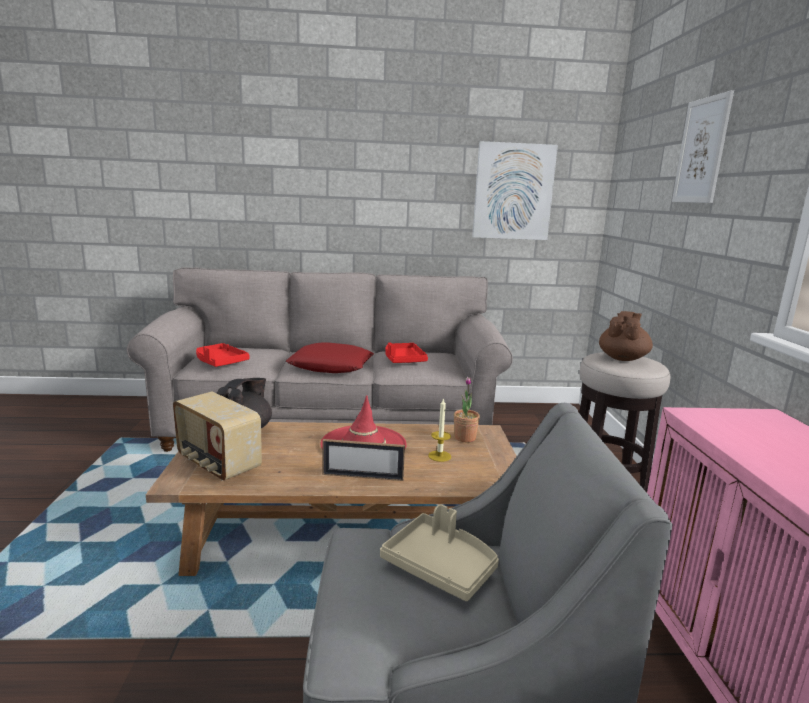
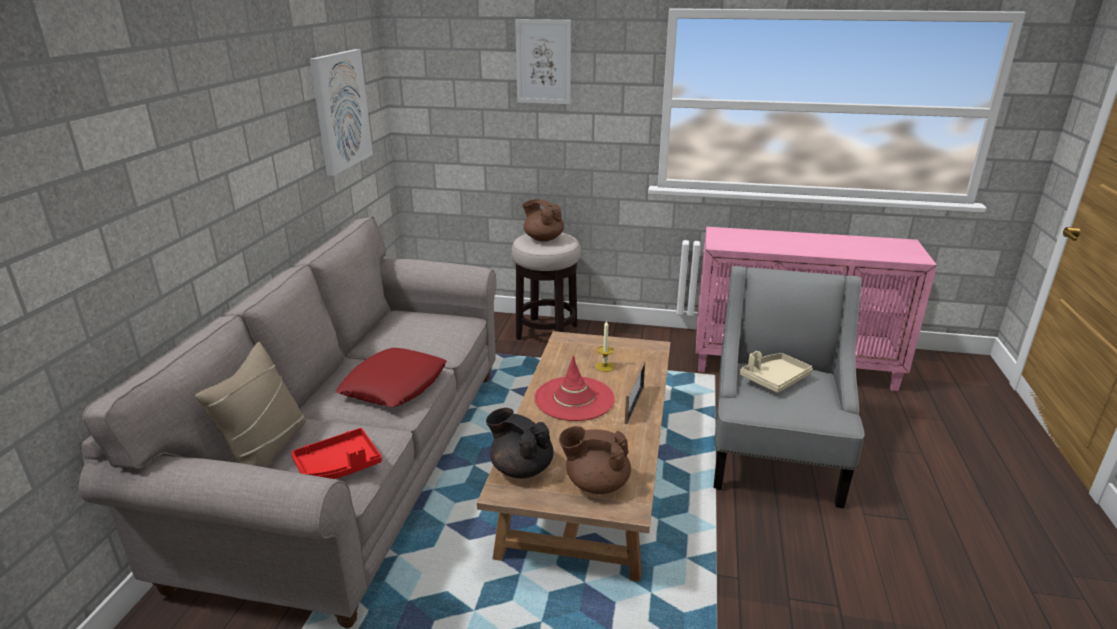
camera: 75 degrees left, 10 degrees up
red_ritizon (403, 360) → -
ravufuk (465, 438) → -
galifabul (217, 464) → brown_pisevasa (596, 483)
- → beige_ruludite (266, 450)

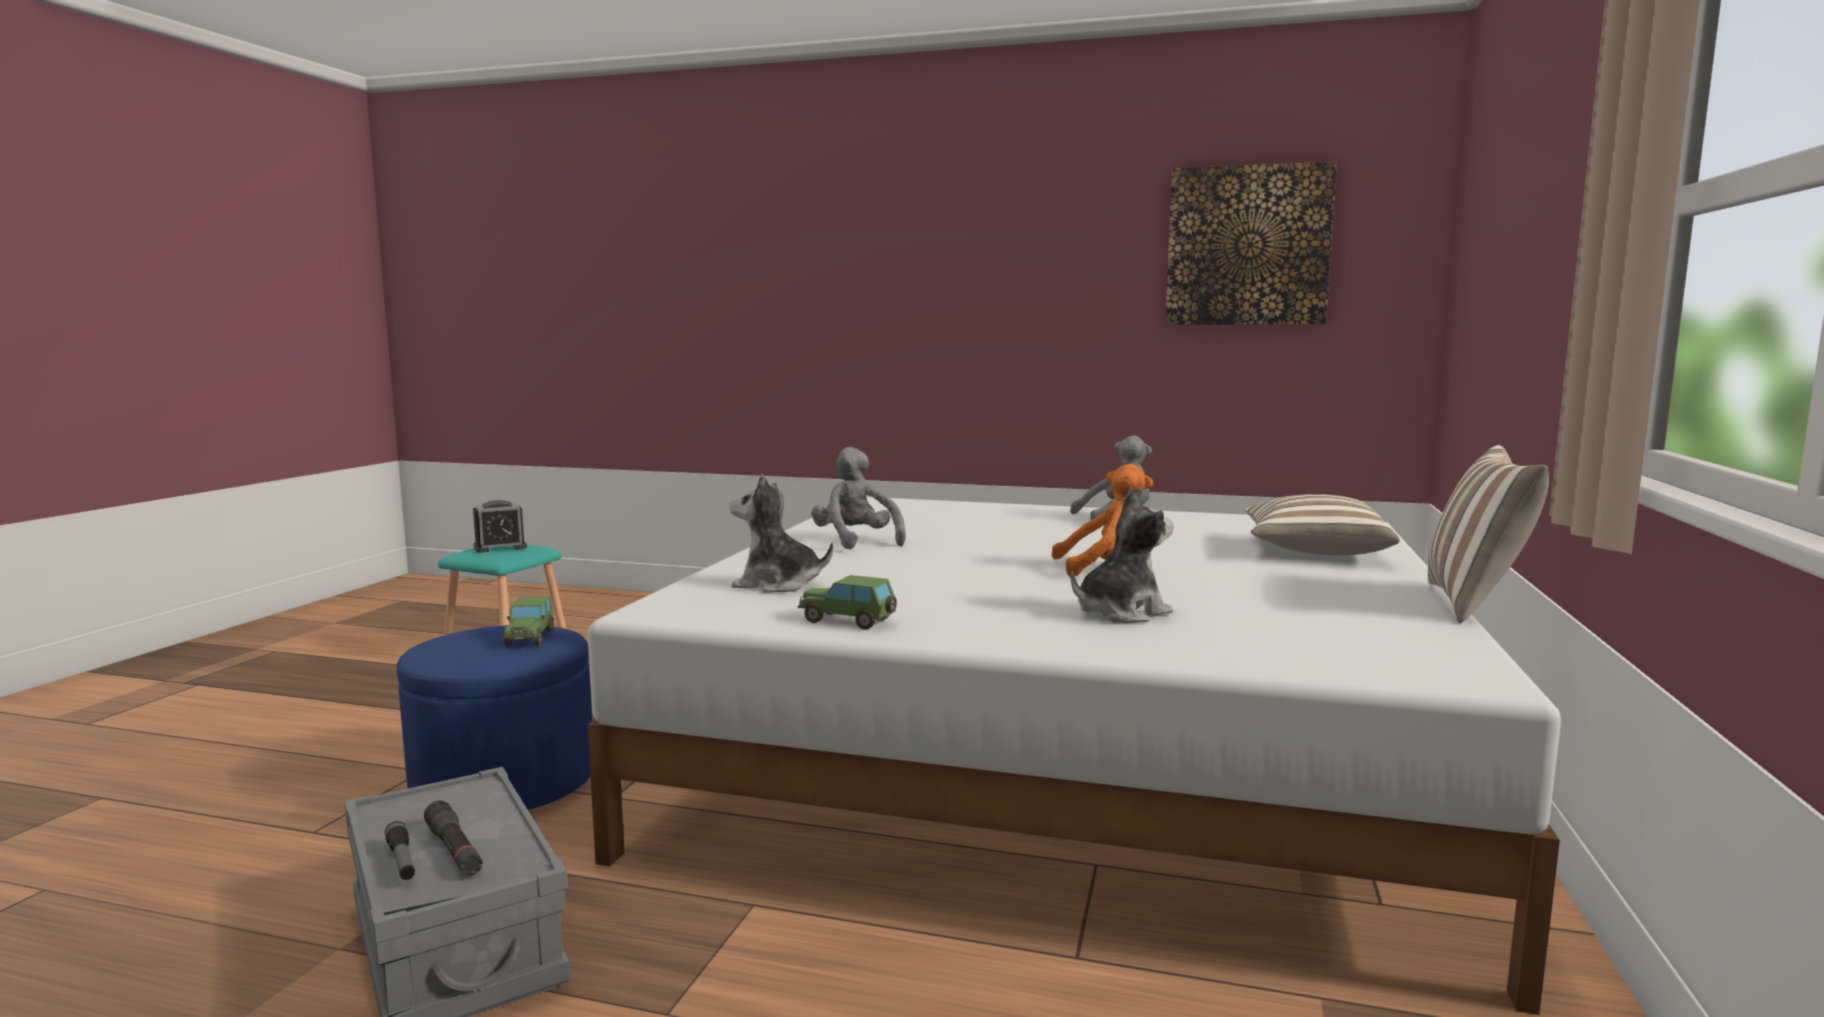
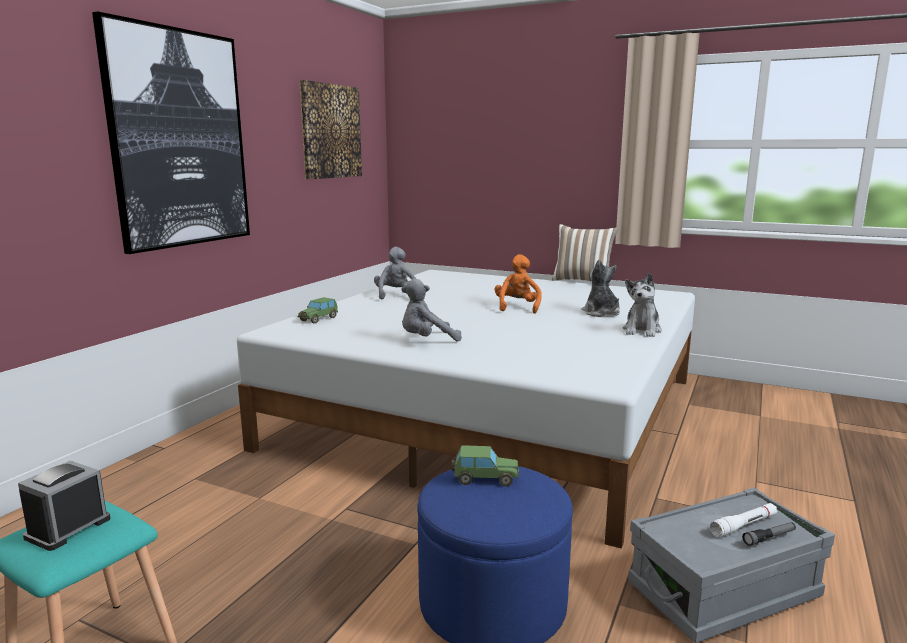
camera: 80 degrees left, 5 degrees up
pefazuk (777, 584) → pefazuk (642, 330), moved
ruludite (1314, 551) → -
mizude (500, 547) → mizude (68, 528), 135 degrees counterclockwise
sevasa (848, 621) → sevasa (319, 319), moved
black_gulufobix (454, 850) → white_gulufobix (744, 525)
- → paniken (179, 139)

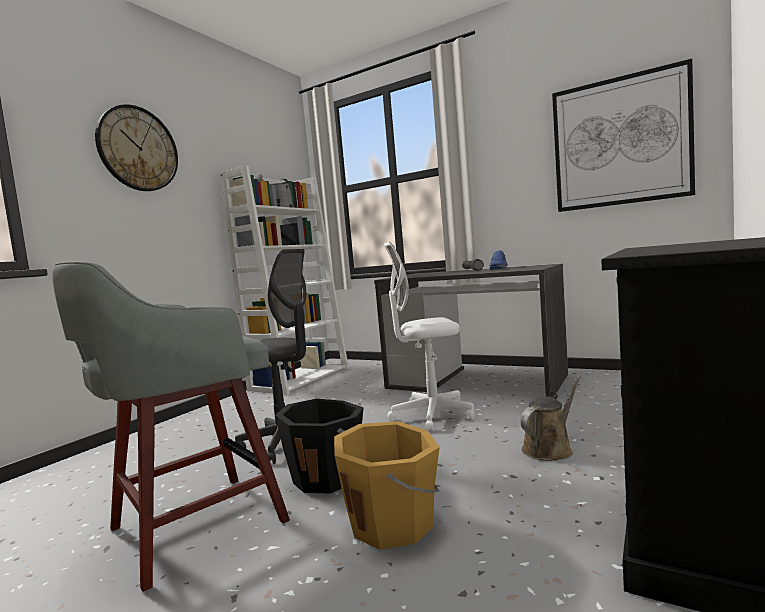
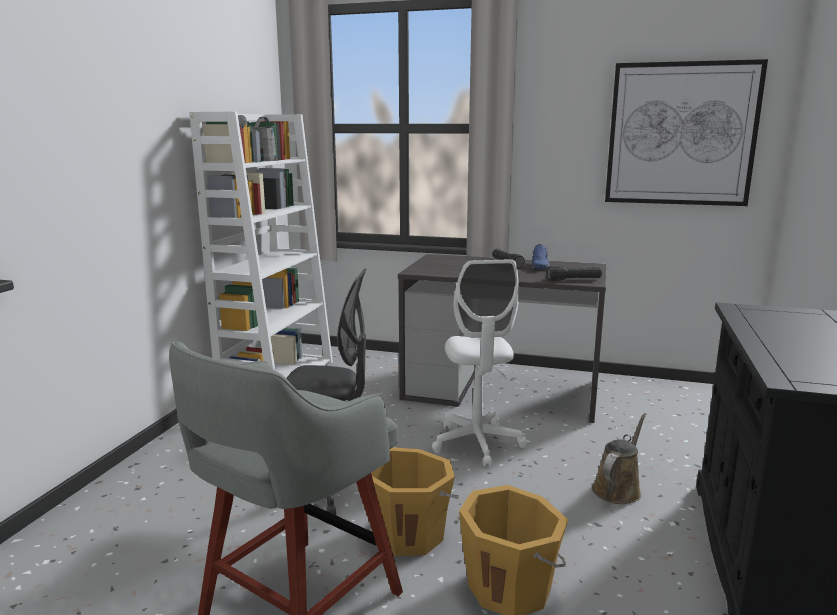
camera: 15 degrees left, 10 degrees up
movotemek (138, 149) → -
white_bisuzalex (431, 415) → white_bisuzalex (477, 443), 75 degrees counterclockwise
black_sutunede (328, 477) → orange_sutunede (409, 533)
- → black_gulufobix (573, 280)

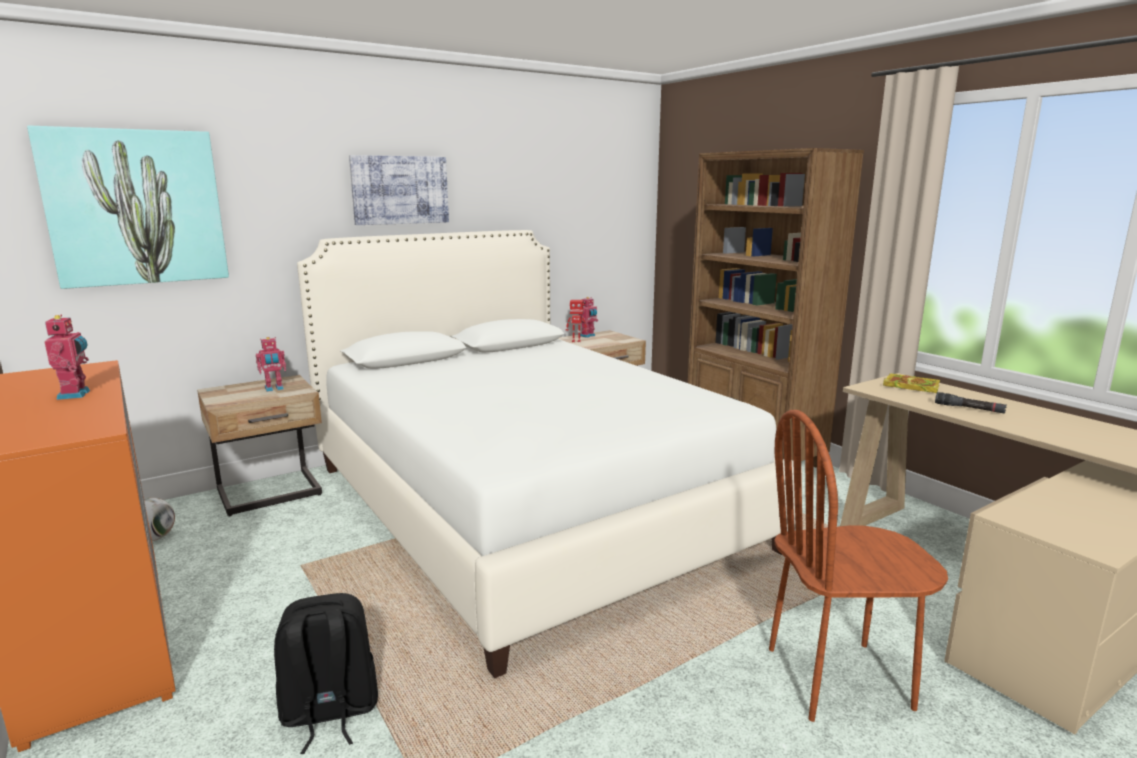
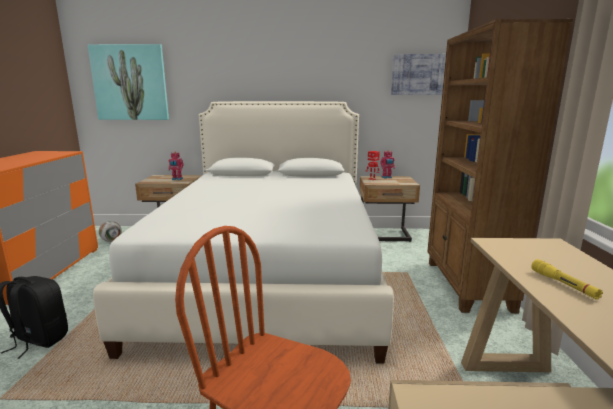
camera: 35 degrees right, 0 degrees up
paniken (400, 190) → paniken (421, 74), moved
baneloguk (76, 395) → -
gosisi (910, 386) → -
black_gulufobix (969, 408) → yellow_gulufobix (563, 284)

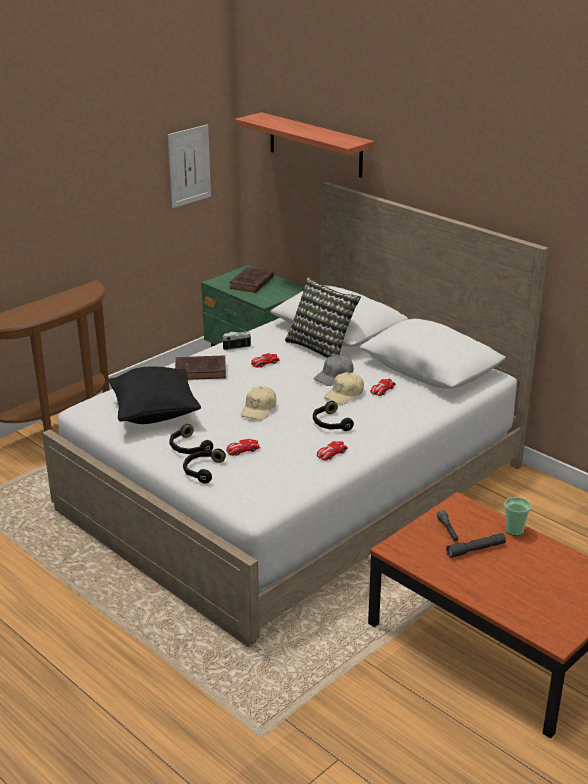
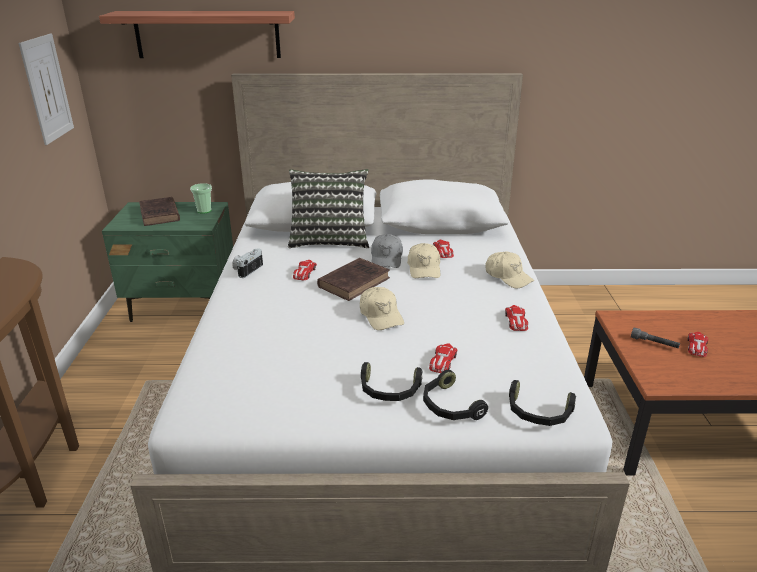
camera: 45 degrees left, 0 degrees up
brown_gosisi (202, 371) → brown_gosisi (355, 282), moved
black_ruludite (155, 414) → -
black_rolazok (330, 423) → black_rolazok (538, 413), moved
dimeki (514, 531) → dimeki (204, 210), moved
grey_gulufobix (475, 549) → sevasa (696, 347)
- → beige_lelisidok (508, 277)

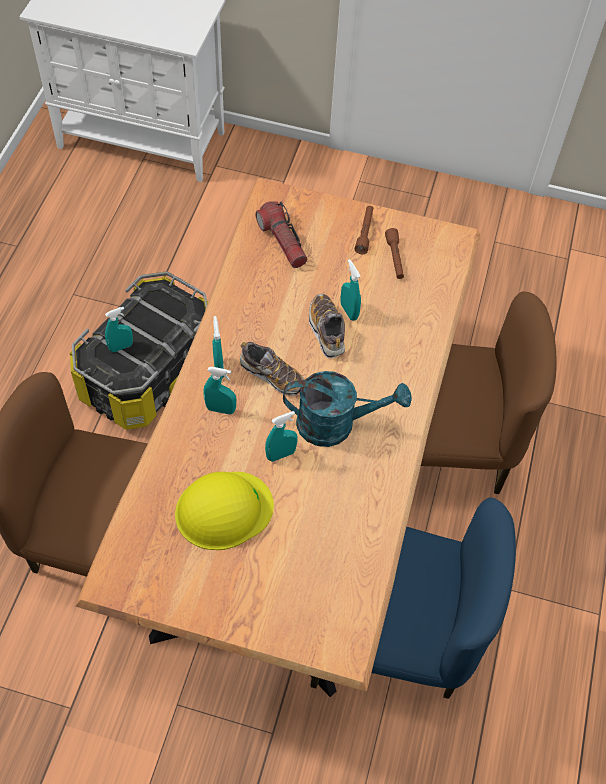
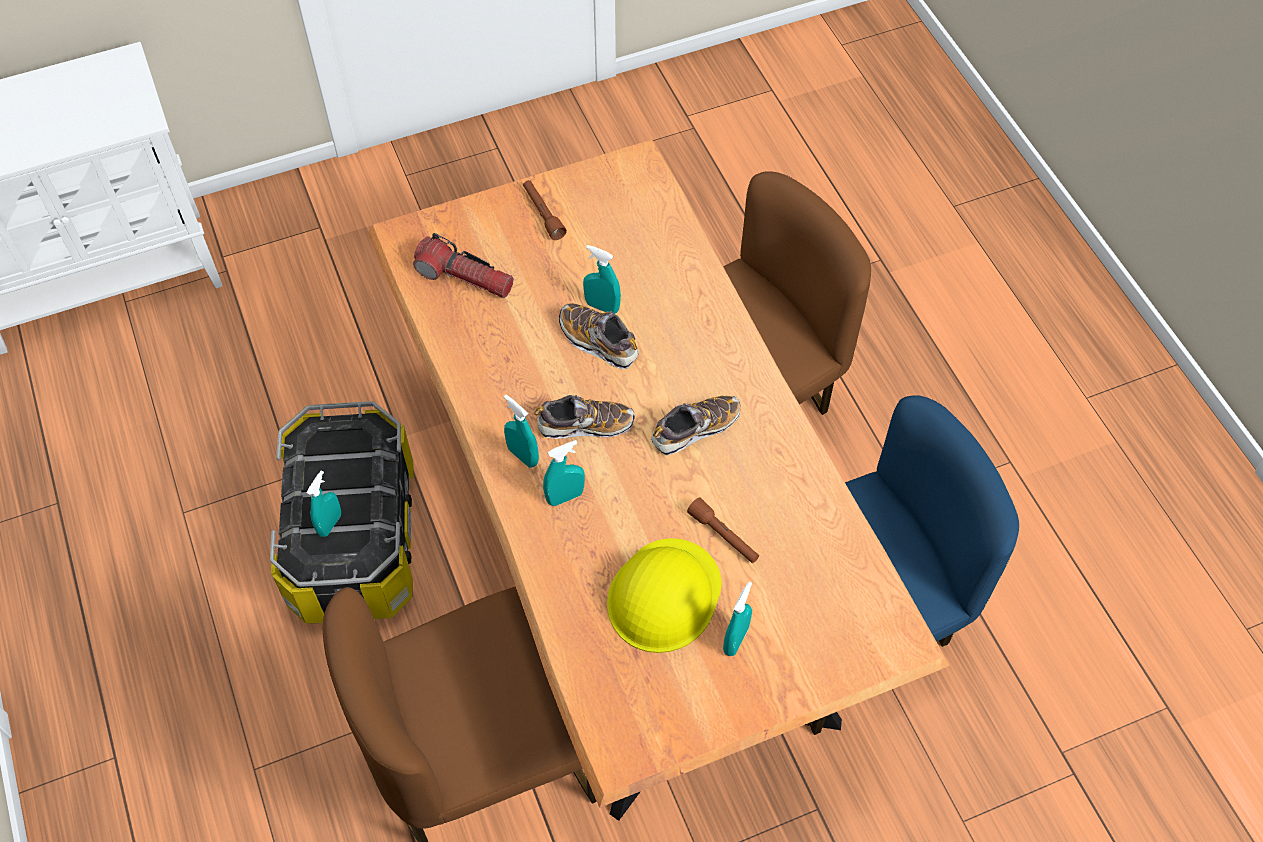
camera: 35 degrees left, 0 degrees up
brown_gulufobix (395, 258) → brown_gulufobix (723, 536), moved
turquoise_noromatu (336, 424) → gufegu (695, 429)
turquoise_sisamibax (281, 454) → turquoise_sisamibax (735, 640), moved

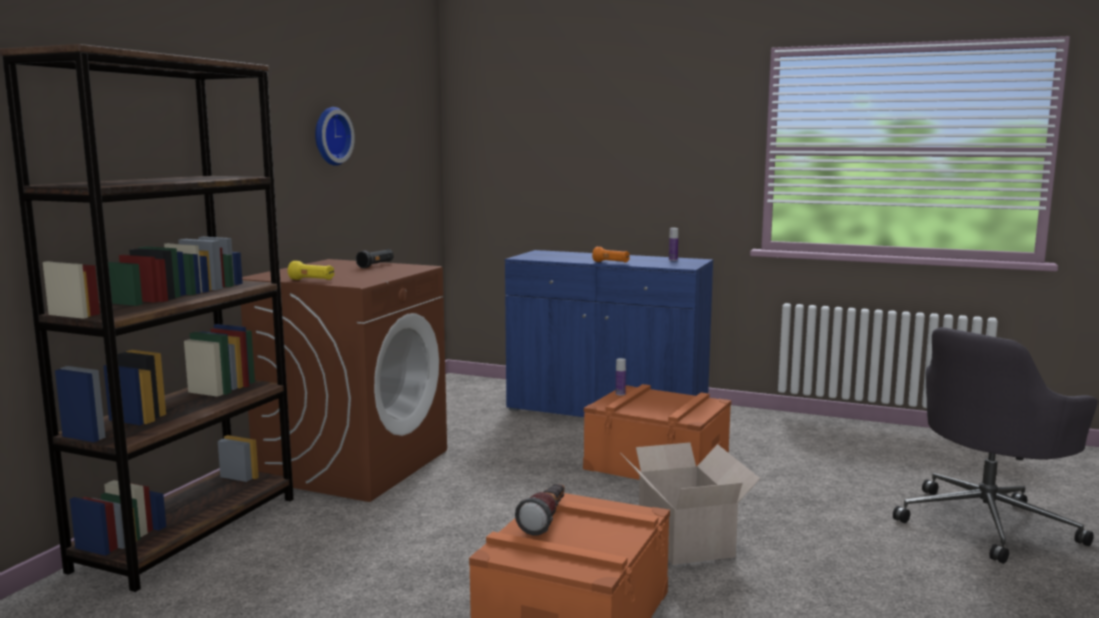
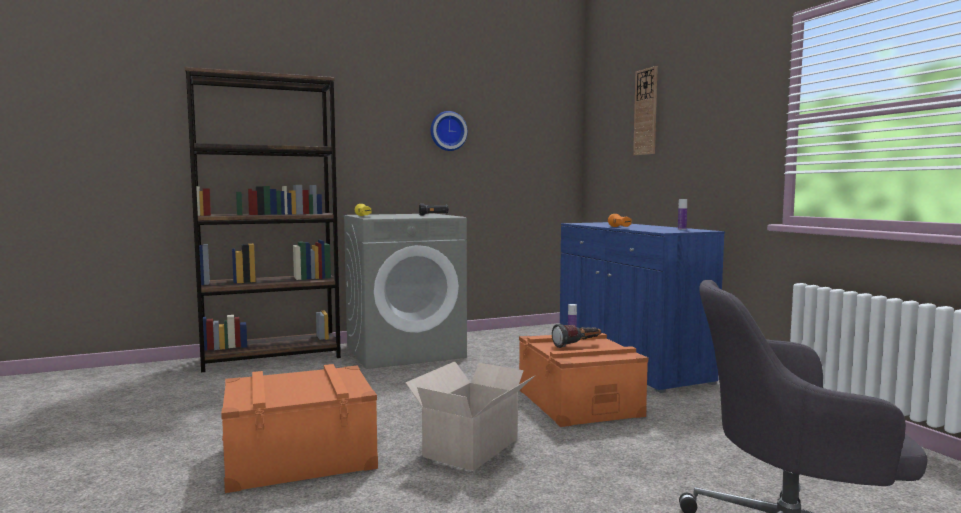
camera: 45 degrees right, 5 degrees down
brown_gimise (354, 464) → grey_gimise (405, 351)
gulufobix (546, 520) → gulufobix (577, 345), moved
- → movotemek (646, 112)

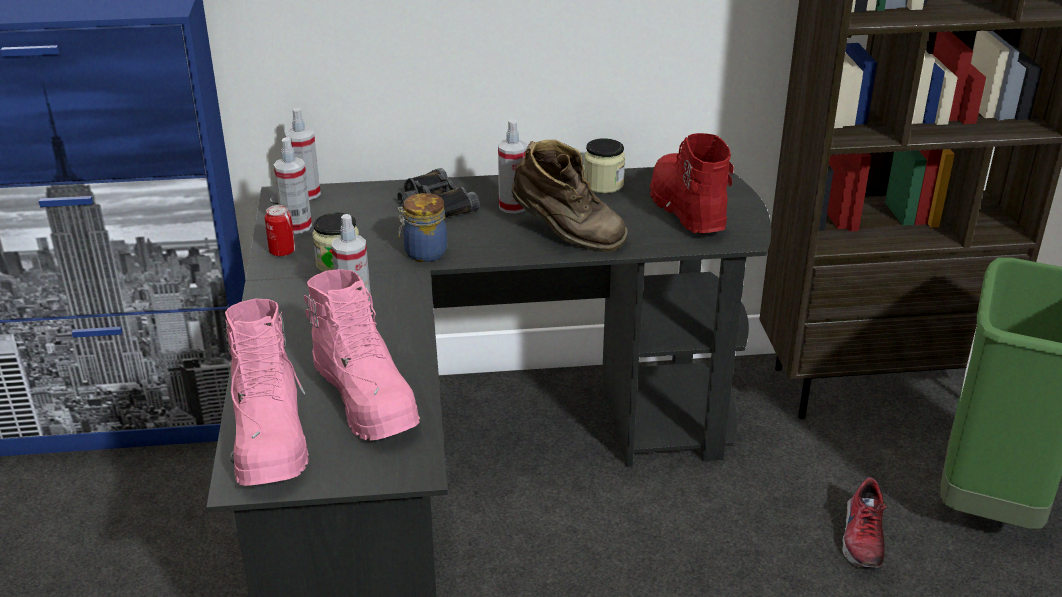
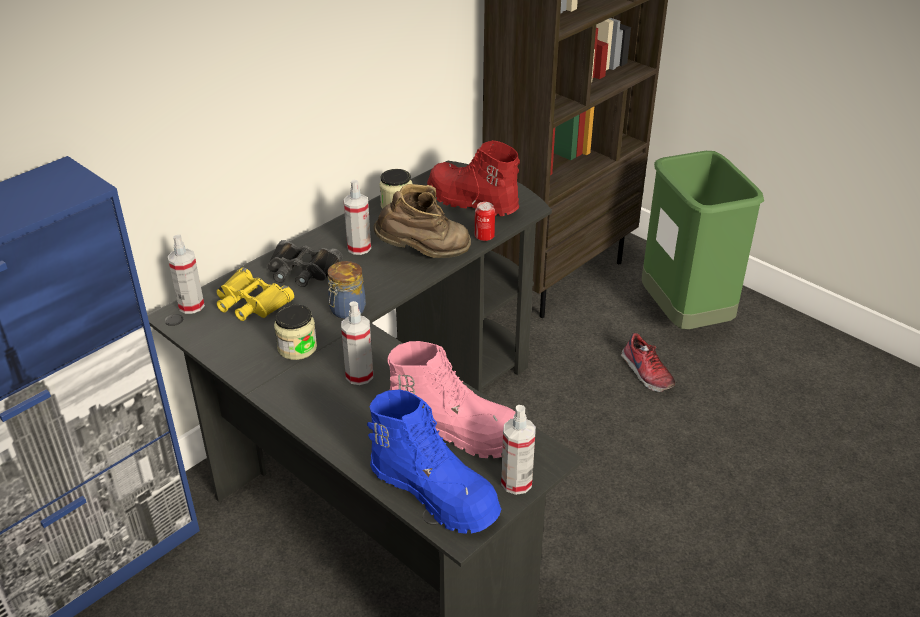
camera: 40 degrees left, 5 degrees up
sisamibax (296, 226) → sisamibax (516, 482), moved
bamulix (282, 251) → bamulix (484, 237), moved
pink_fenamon (270, 438) → blue_fenamon (435, 493)
- → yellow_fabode (251, 302)

